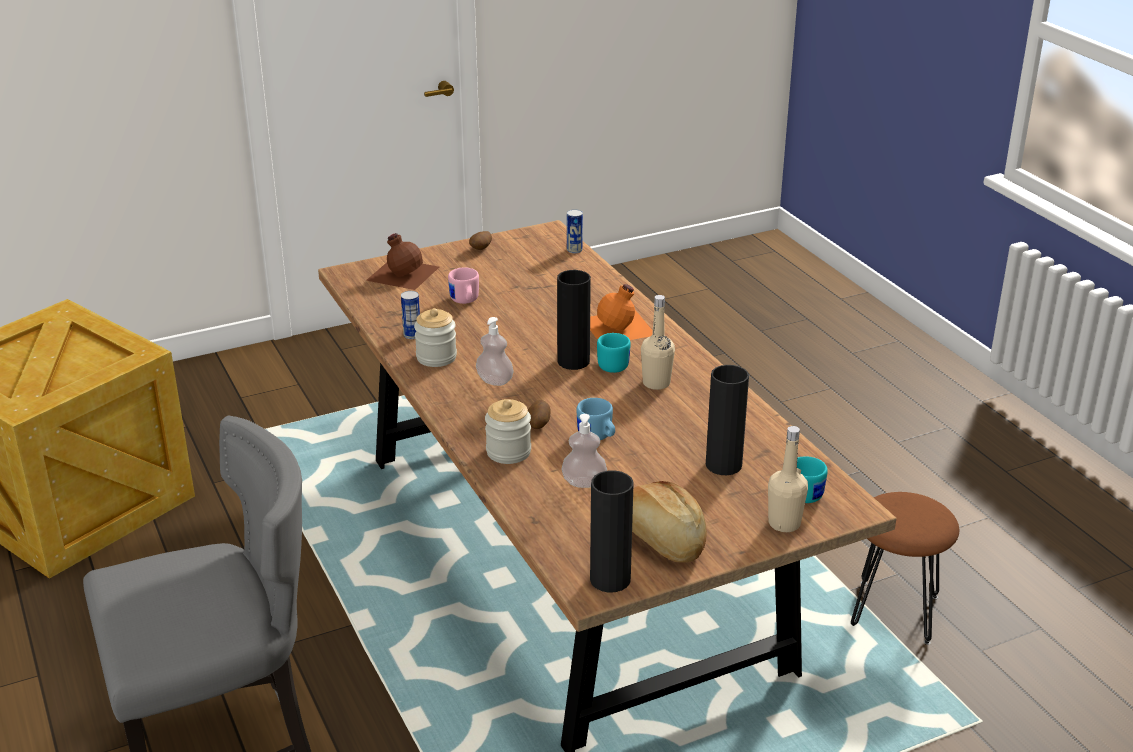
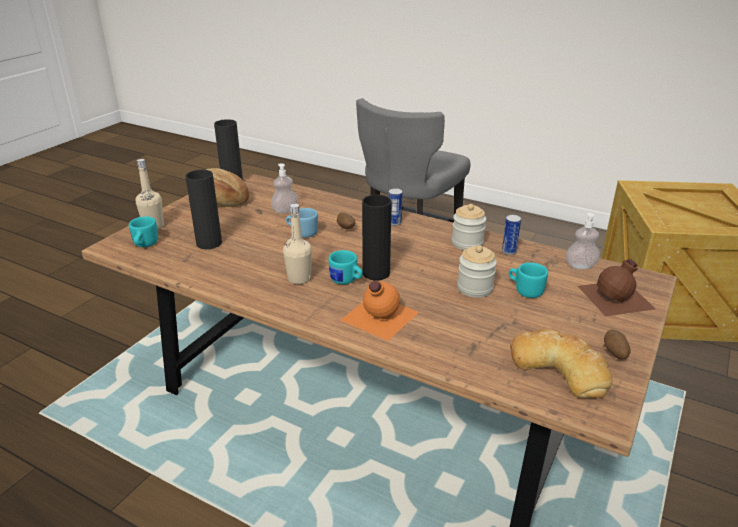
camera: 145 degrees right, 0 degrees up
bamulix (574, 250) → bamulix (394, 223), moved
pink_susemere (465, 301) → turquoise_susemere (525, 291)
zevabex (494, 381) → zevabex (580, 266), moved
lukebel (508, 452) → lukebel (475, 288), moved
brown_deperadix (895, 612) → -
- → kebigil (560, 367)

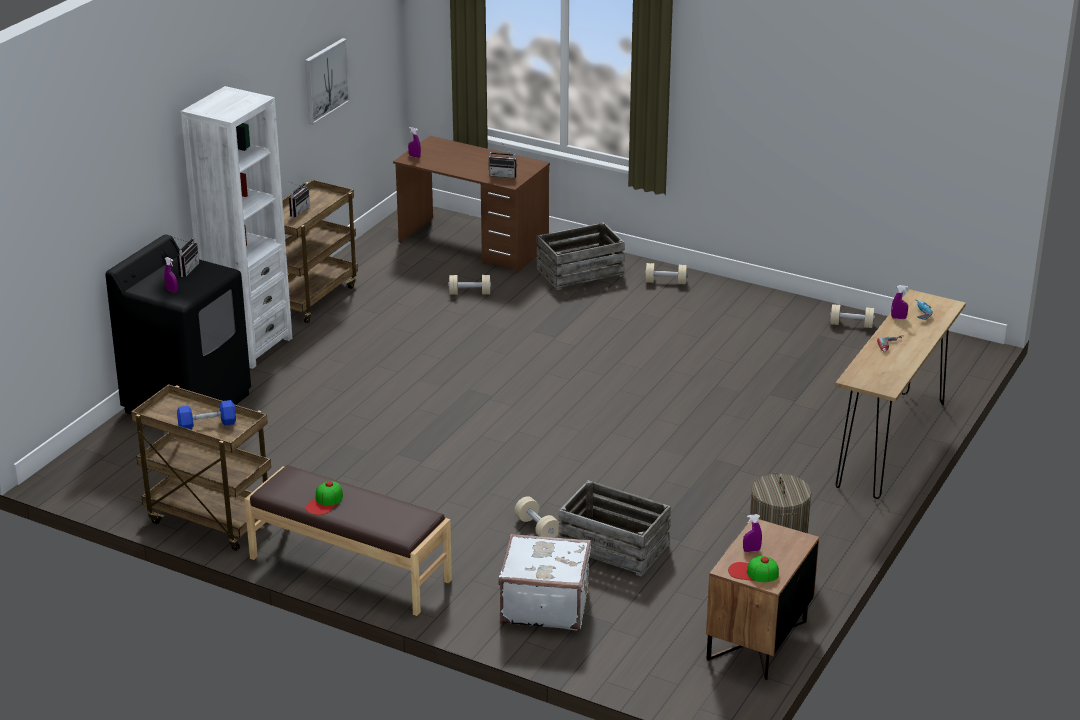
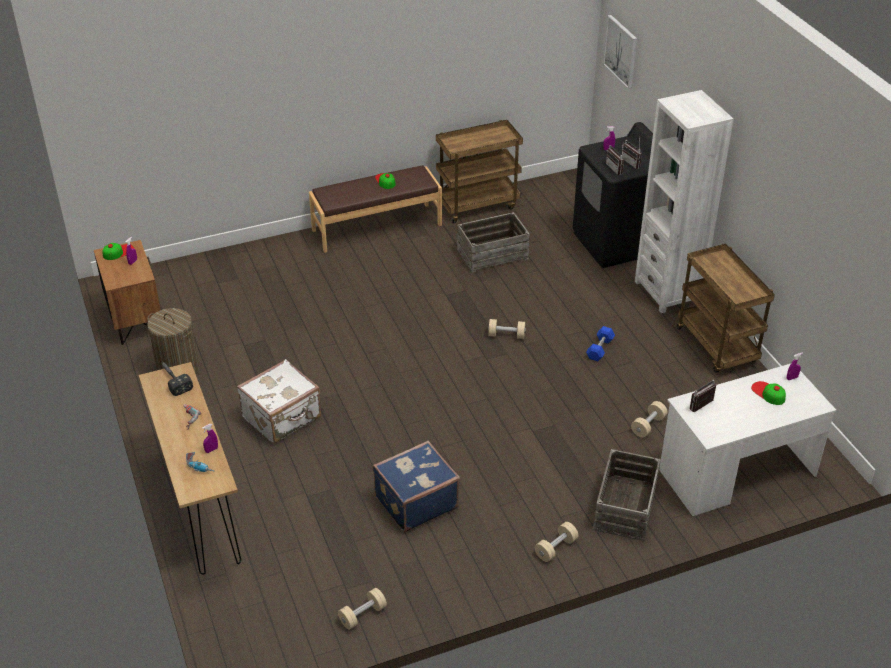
camera: 130 degrees right, 10 degrees up
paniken (325, 80) → paniken (621, 51), moved
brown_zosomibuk (473, 245) → white_zosomibuk (736, 473)
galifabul (297, 211) → galifabul (616, 168), moved
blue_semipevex (207, 424) → blue_semipevex (600, 349), moved
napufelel (613, 547) → napufelel (492, 253), moved
beige_semipevex (537, 528) → beige_semipevex (506, 335), moved
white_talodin (544, 605) → white_talodin (283, 418), moved
- → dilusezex (173, 379)
- → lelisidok (768, 393)
- → blue_talodin (415, 501)

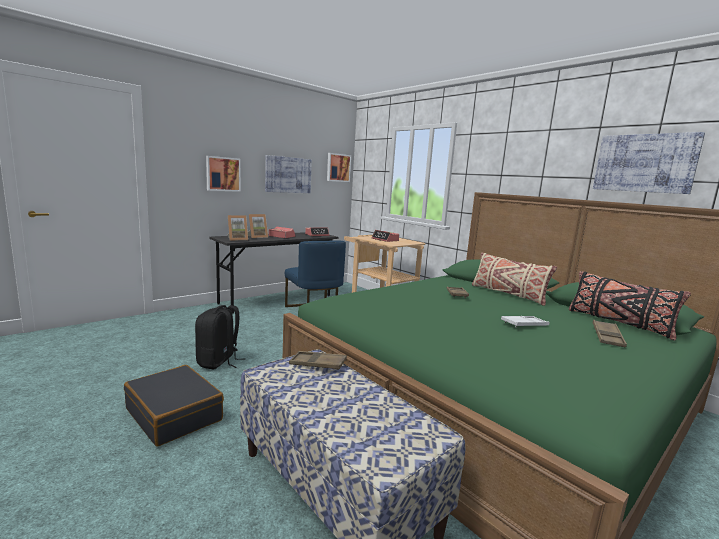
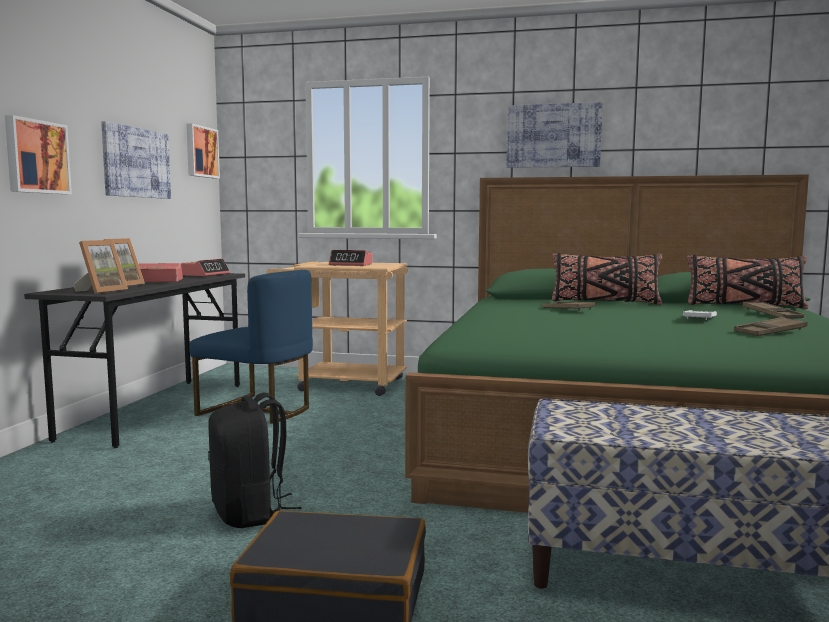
camera: 35 degrees left, 5 degrees down
paniken (644, 163) → paniken (553, 136), moved
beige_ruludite (508, 294) → black_ruludite (604, 302)
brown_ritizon (318, 364) → brown_ritizon (770, 332), moved

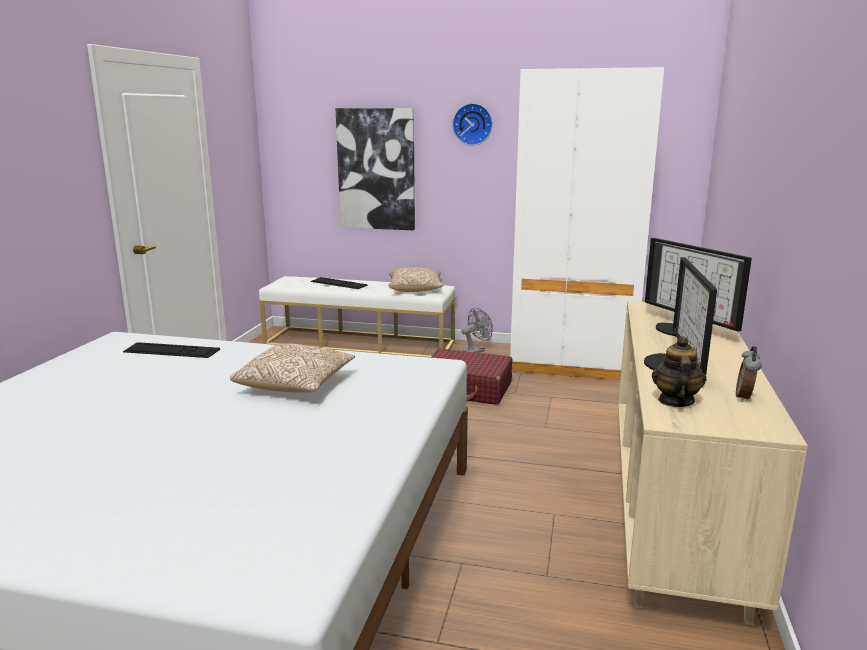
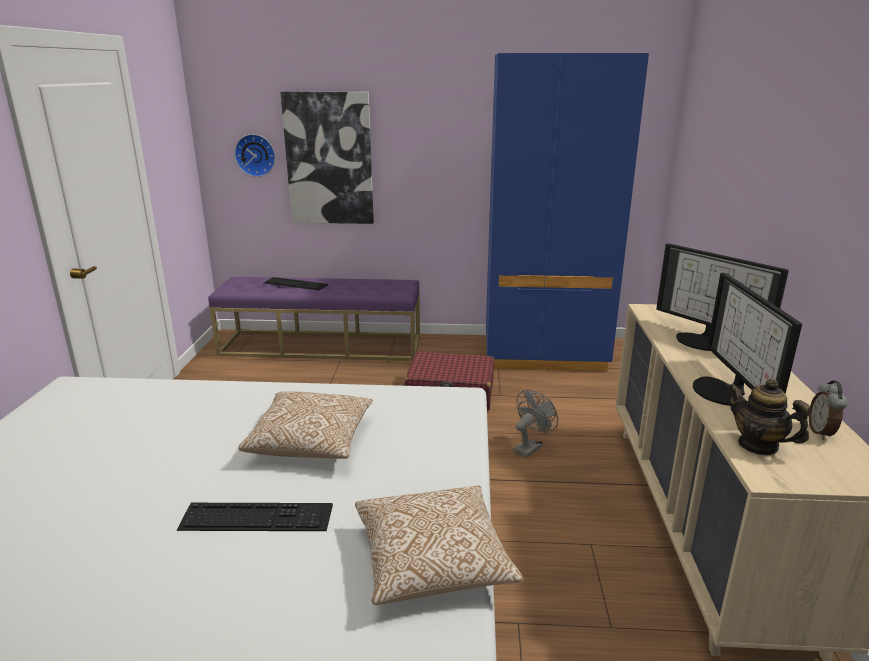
camera: 10 degrees left, 5 degrees up
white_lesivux (572, 362) → blue_lesivux (544, 353)
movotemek (473, 124) → movotemek (256, 155), moved
ruludite (415, 290) → ruludite (433, 562), moved
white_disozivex (360, 343) → purple_disozivex (322, 345)
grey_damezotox (476, 351) → grey_damezotox (530, 446), moved
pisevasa (675, 401) → pisevasa (758, 445), 45 degrees counterclockwise
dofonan (171, 351) → dofonan (256, 517), moved

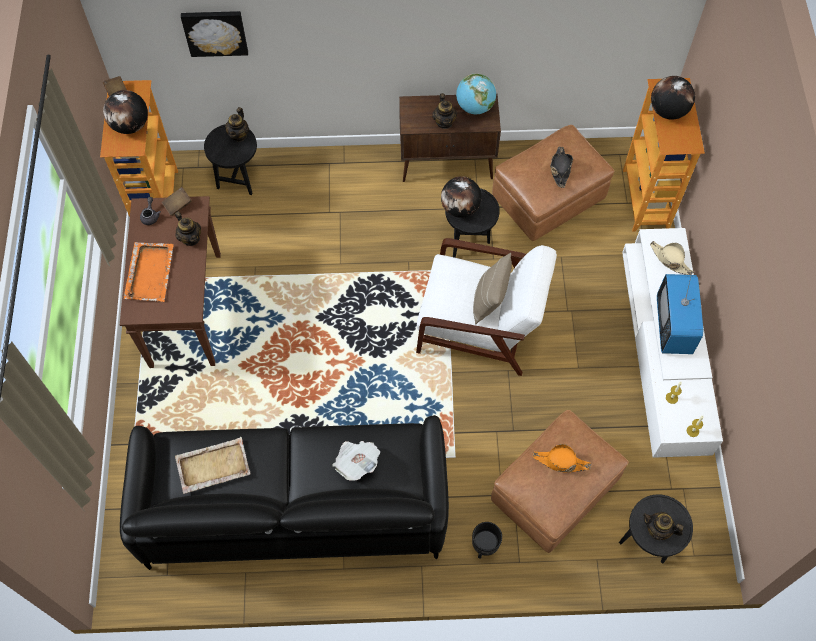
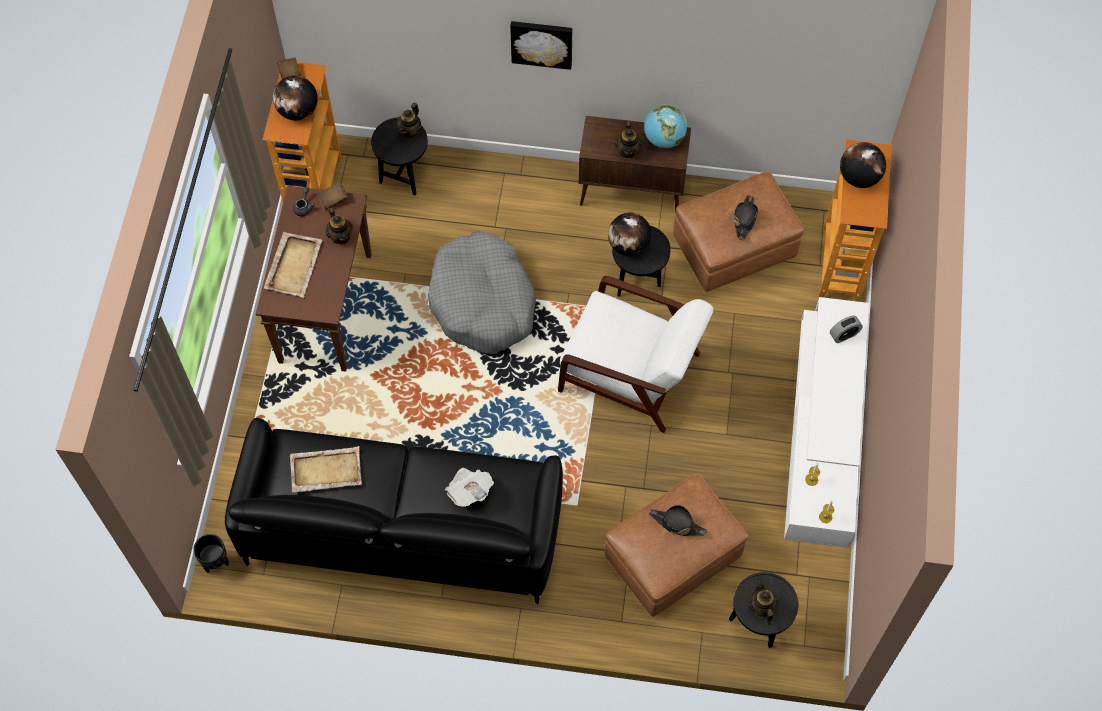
camera: 10 degrees right, 0 degrees up
paniken (215, 32) → paniken (542, 43), moved
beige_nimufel (670, 260) → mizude (844, 335)
orange_ritizon (150, 272) → beige_ritizon (294, 265)
beige_ruludite (489, 300) → -
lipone (673, 326) → -
orange_nimufel (560, 462) → black_nimufel (677, 524)
pisevasa (658, 530) → pisevasa (761, 608), 45 degrees clockwise
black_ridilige (484, 547) → black_ridilige (215, 562), moved
- → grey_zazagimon (483, 302)

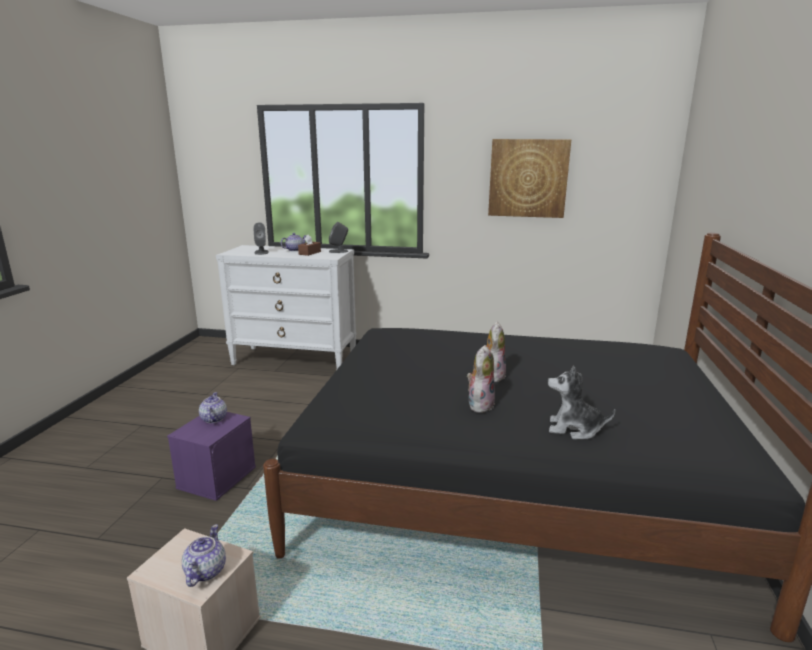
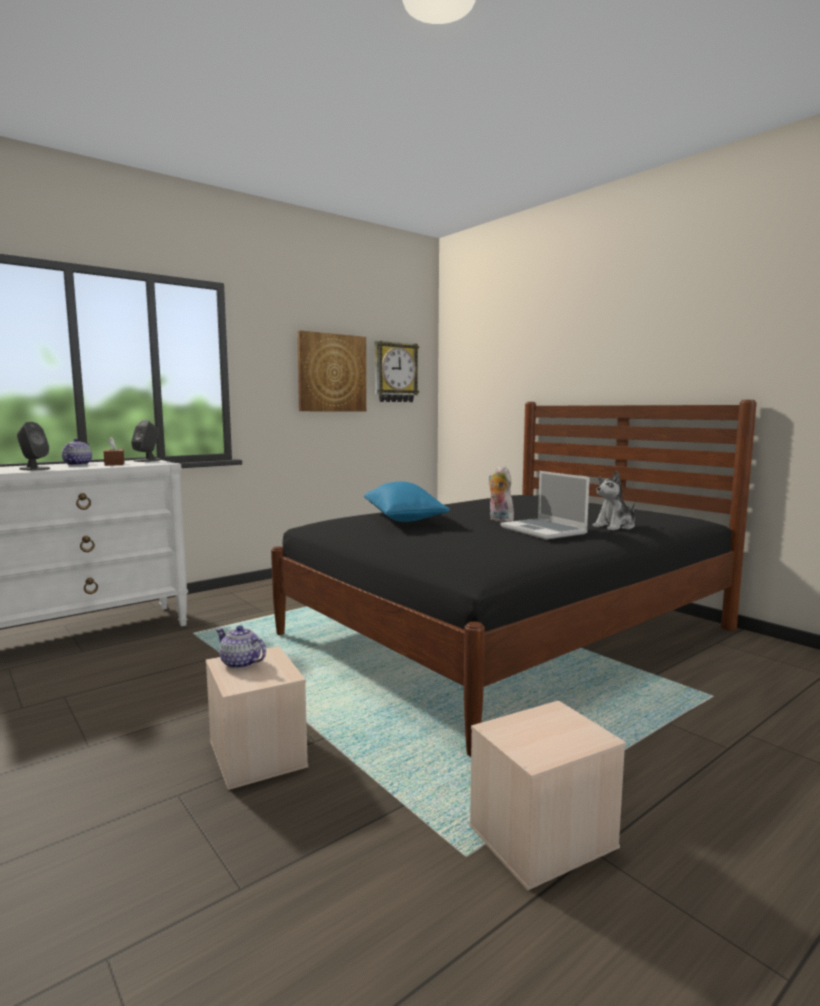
camera: 50 degrees left, 10 degrees down
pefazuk (479, 404) → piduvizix (544, 531)
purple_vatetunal (216, 477) → beige_vatetunal (255, 753)
pisevasa (205, 572) → -
- → movotemek (395, 372)
- → blue_ruludite (403, 519)

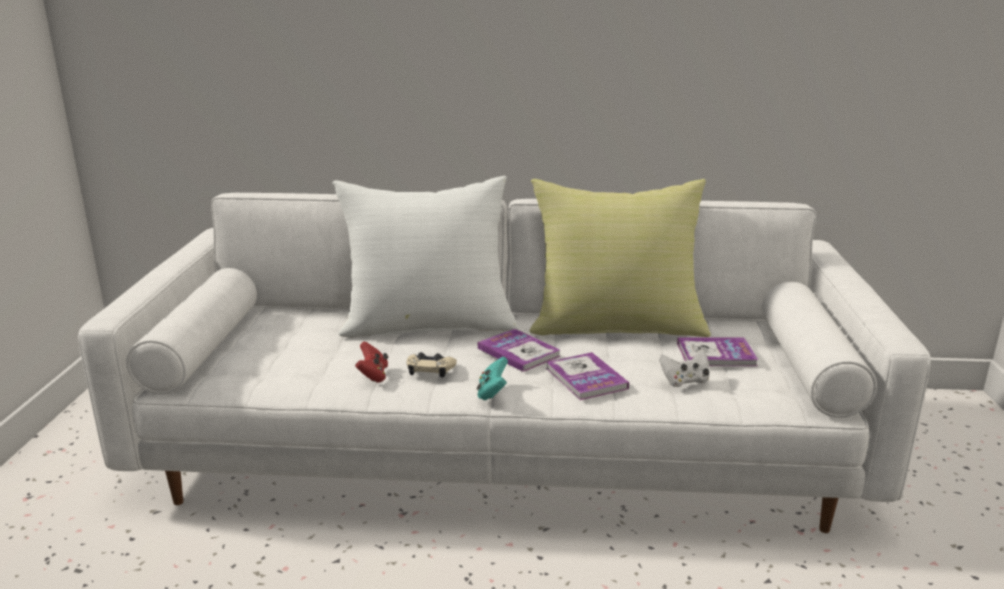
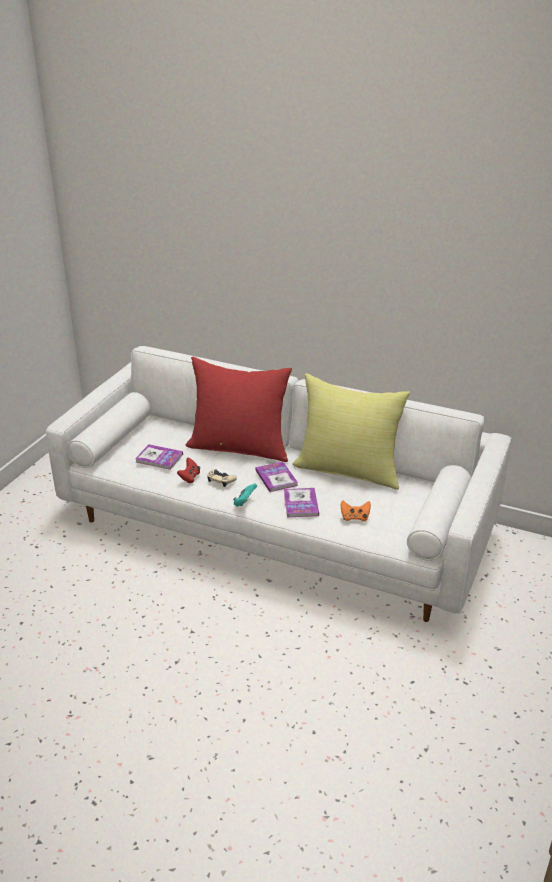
camera: 20 degrees right, 10 degrees up
white_ruludite (429, 324) → red_ruludite (240, 447)
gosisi (716, 354) → gosisi (159, 458), moved
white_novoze (685, 381) → orange_novoze (355, 517)

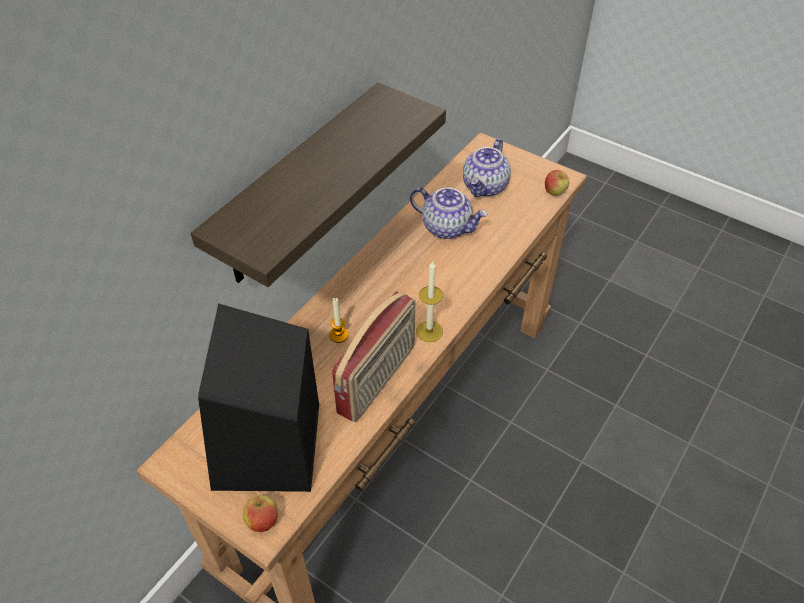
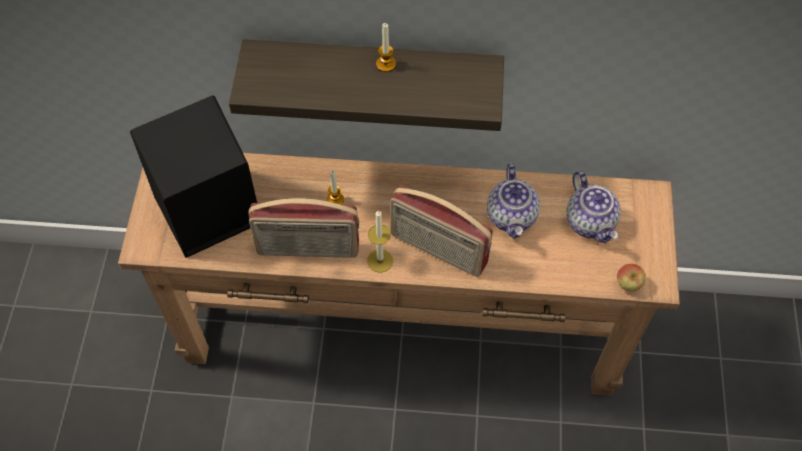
camera: 60 degrees right, 10 degrees up
pisevasa (485, 187) → pisevasa (591, 222), 105 degrees counterclockwise
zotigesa (263, 521) → -
- → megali (386, 64)
- → galifabul (437, 250)

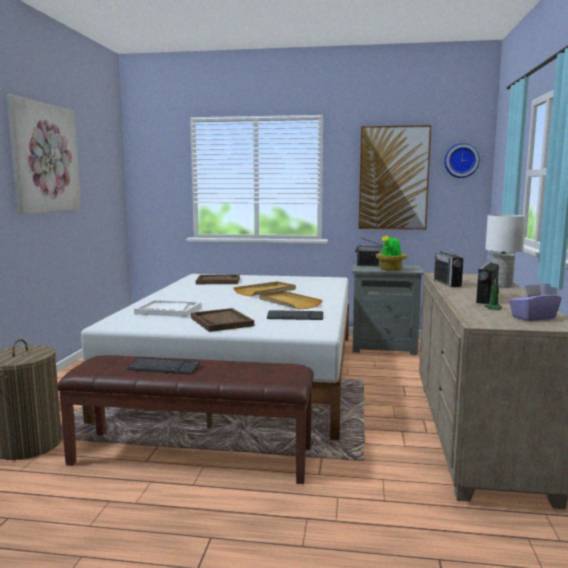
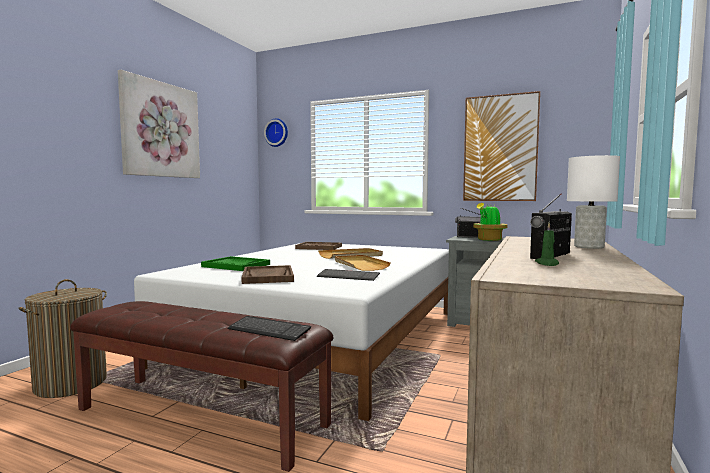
camera: 15 degrees right, 5 degrees down
movotemek (461, 160) → movotemek (277, 133), moved
galifabul (447, 283) → -
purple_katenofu (532, 318) → -
white_ritizon (168, 310) → green_ritizon (236, 265)
dofonan (163, 368) → dofonan (269, 330), moved

